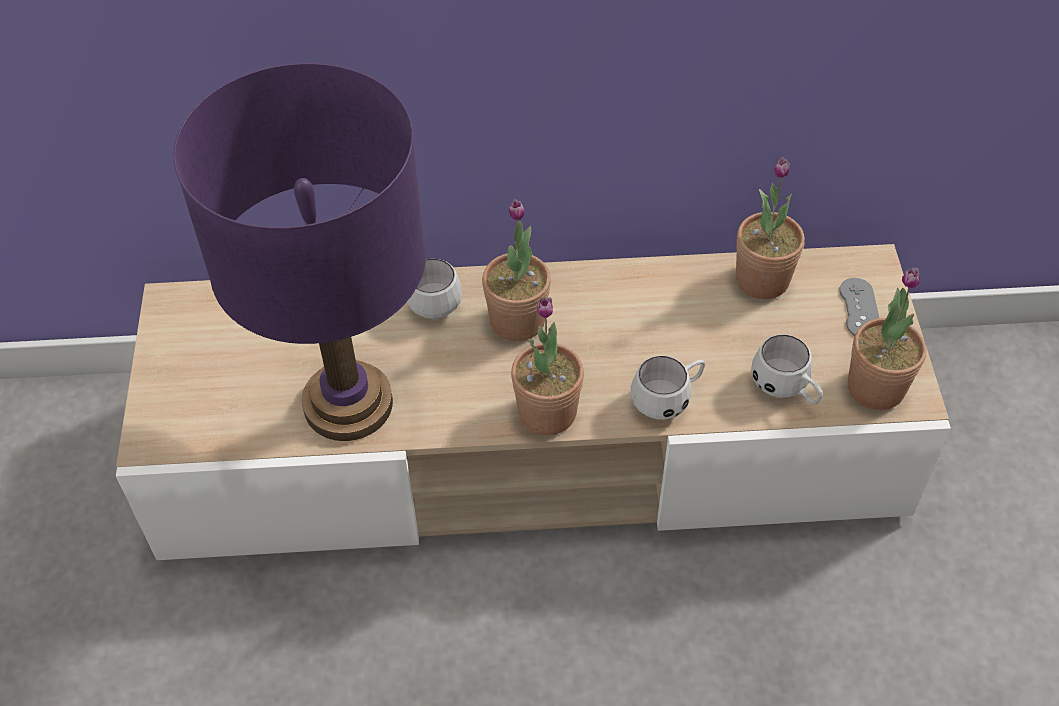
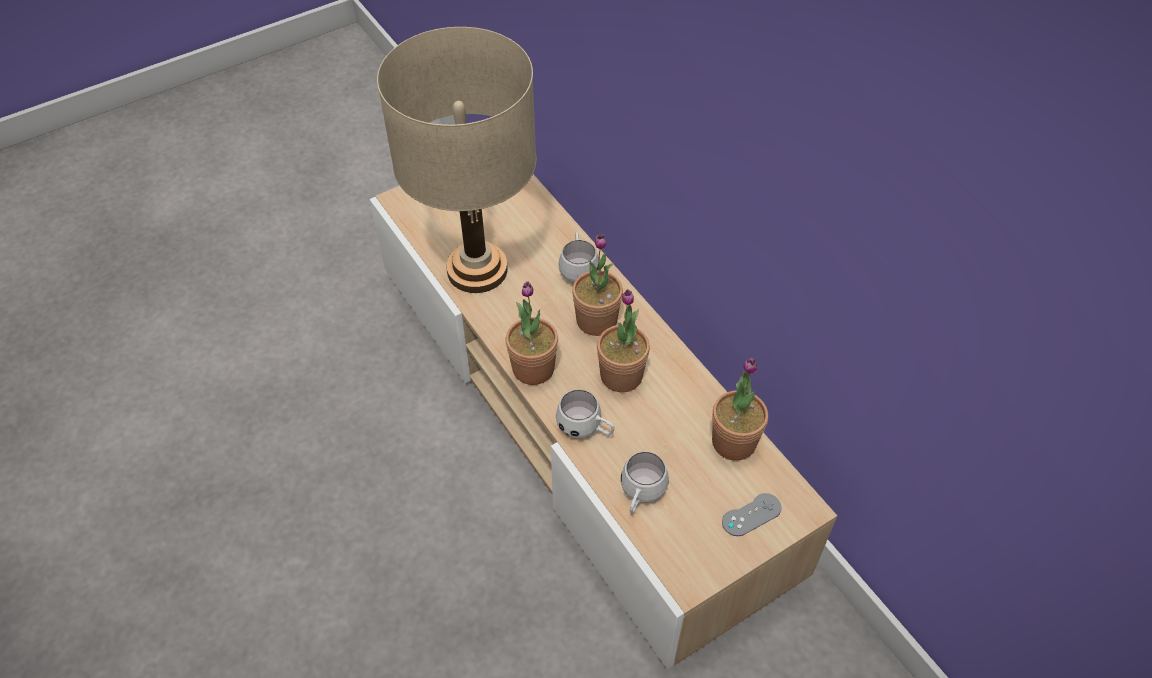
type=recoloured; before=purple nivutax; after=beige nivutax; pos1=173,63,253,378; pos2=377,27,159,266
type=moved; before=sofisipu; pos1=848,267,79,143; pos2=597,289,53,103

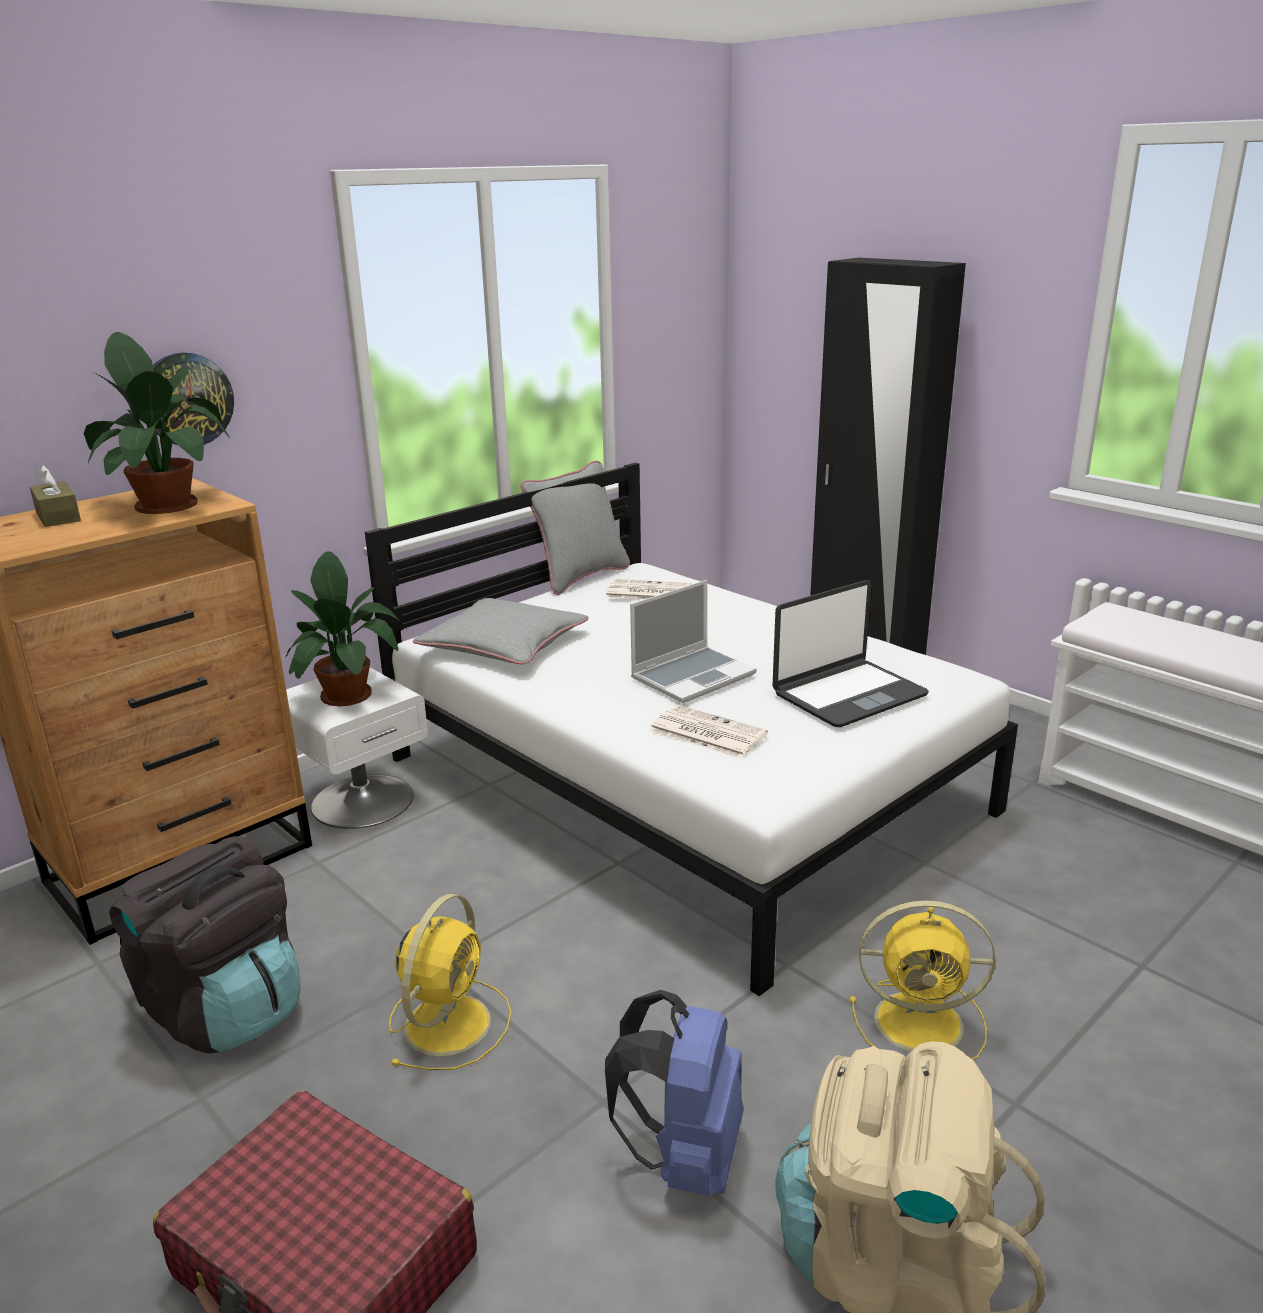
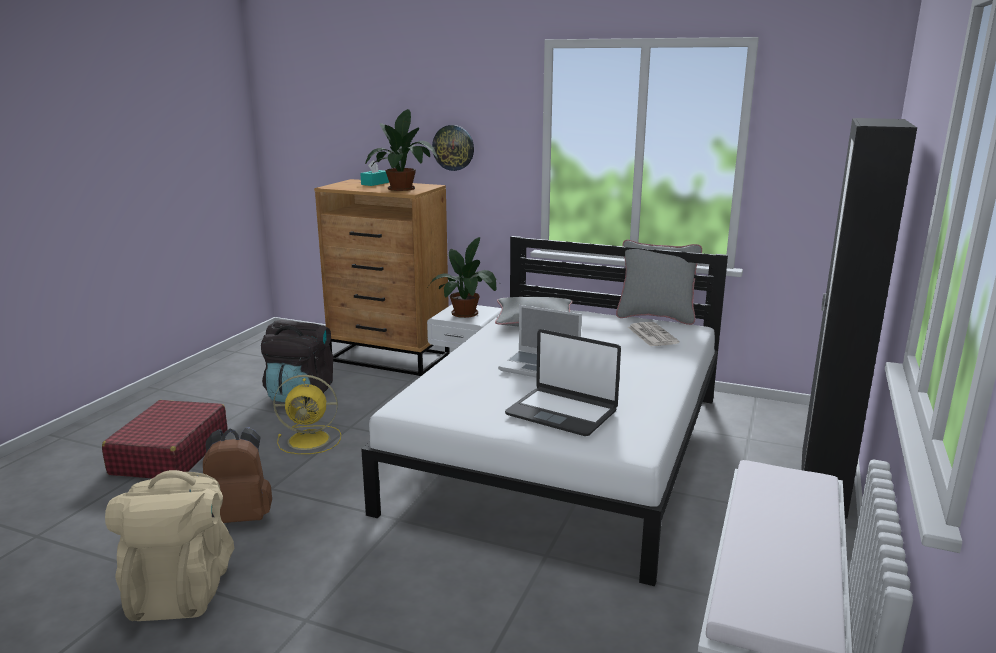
type=recoloured; before=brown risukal; after=turquoise risukal; pos1=30,465,51,62; pos2=360,160,29,26
type=removed; before=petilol; pos1=649,705,119,54
type=removed; before=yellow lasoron; pos1=850,900,146,160
type=recoloured; before=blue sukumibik; after=brown sukumibik; pos1=605,990,139,206; pos2=203,428,69,95

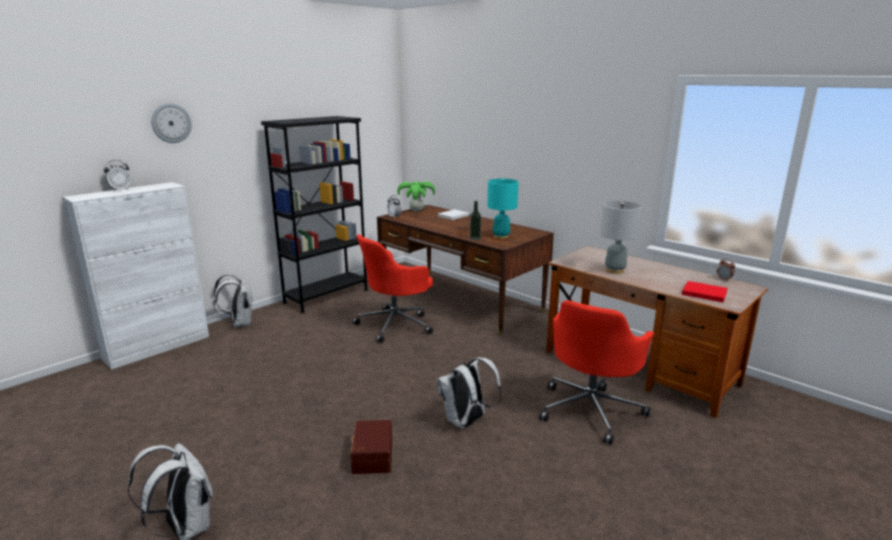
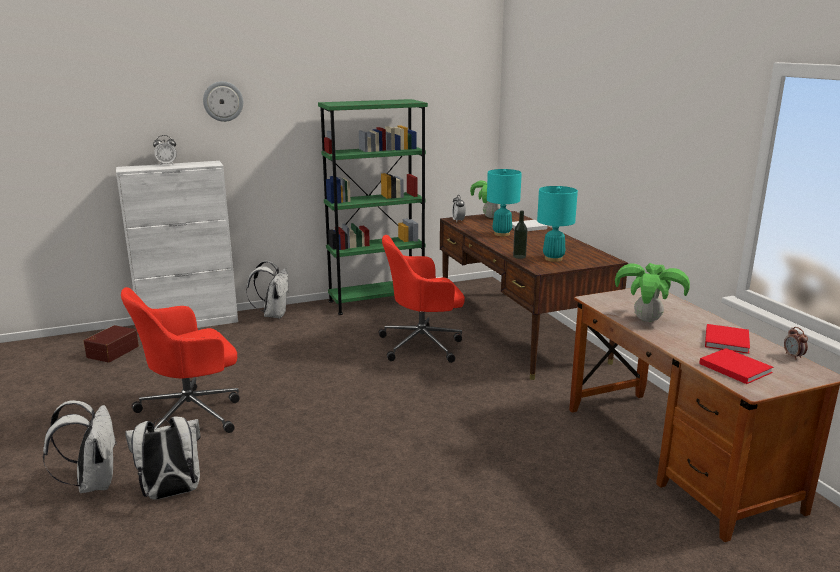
type=recoloured; before=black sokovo; after=green sokovo; pos1=261,116,107,197; pos2=318,99,110,216
type=replaced; before=grey nivutax; after=sofisipu; pos1=601,201,41,73; pos2=615,263,75,59
type=moved; before=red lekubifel; pos1=539,300,115,145; pos2=121,287,119,146
type=moved; before=white sukumibik; pos1=437,357,65,72; pos2=125,416,76,84
type=moved; before=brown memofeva; pos1=350,420,42,54; pos2=84,325,55,38
type=added; after=turquoise nivutax; pos2=487,169,35,67
type=added; after=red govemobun; pos2=705,324,45,30

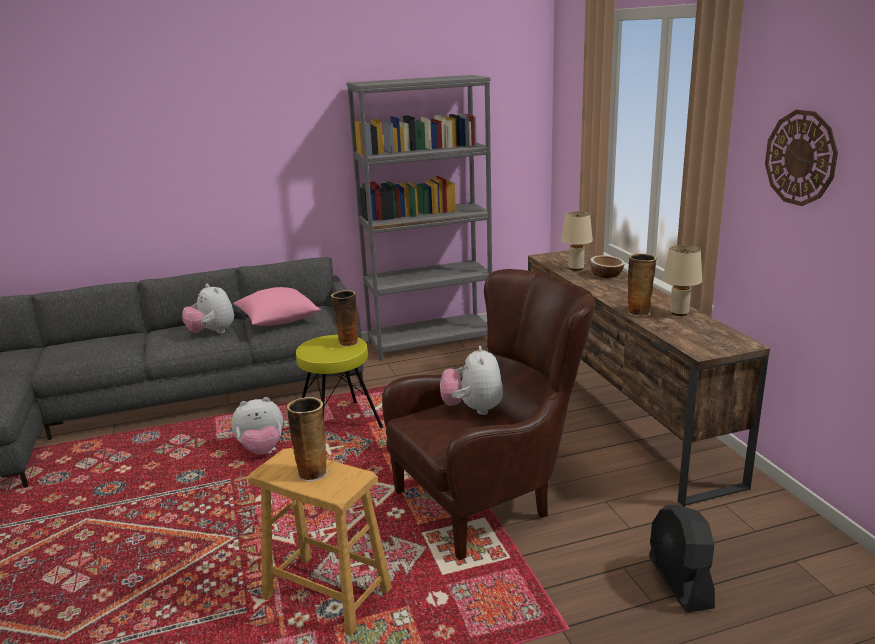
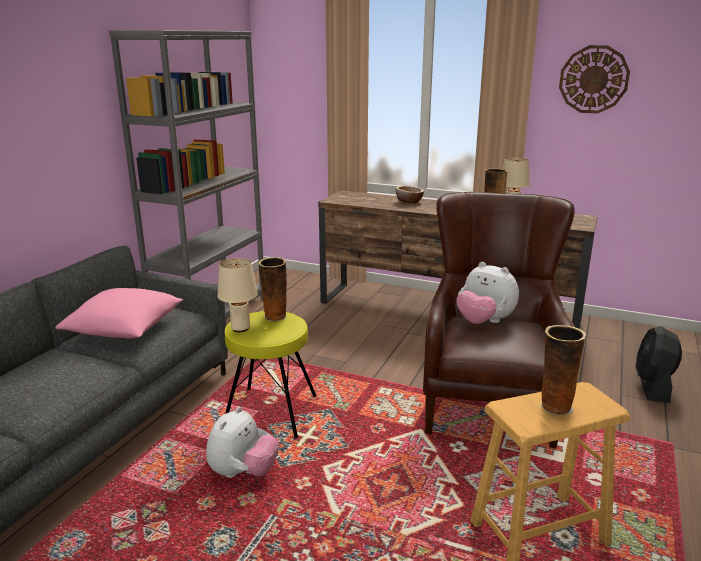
type=moved; before=beige nivutax; pos1=561,211,32,60; pos2=217,258,41,74
type=removed; before=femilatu; pos1=182,284,52,50
type=turned; before=black lasoron; pos1=649,505,66,108; pos2=636,326,46,77; turn=75

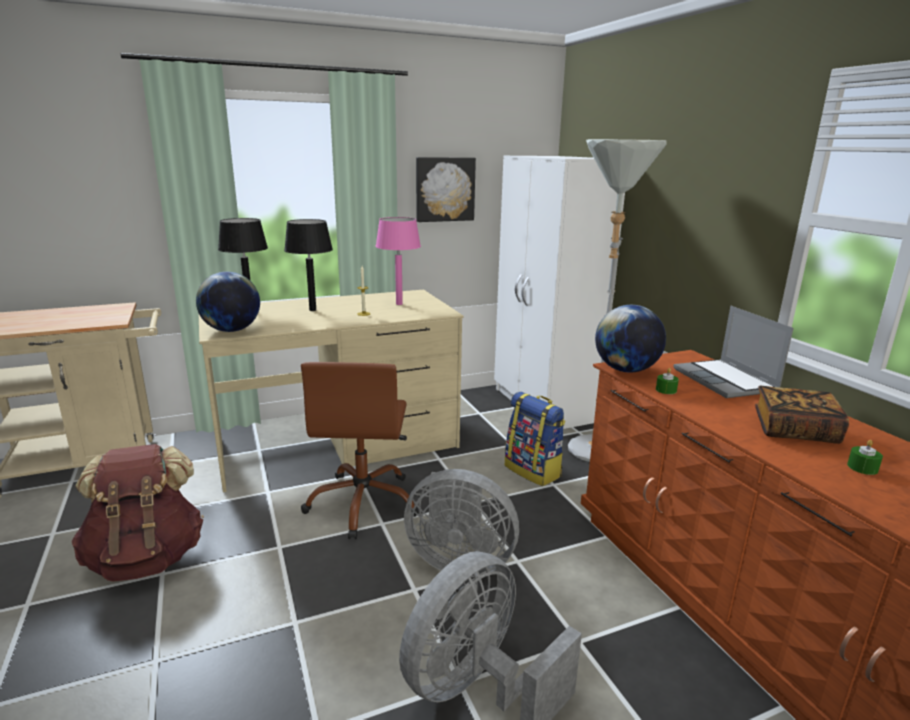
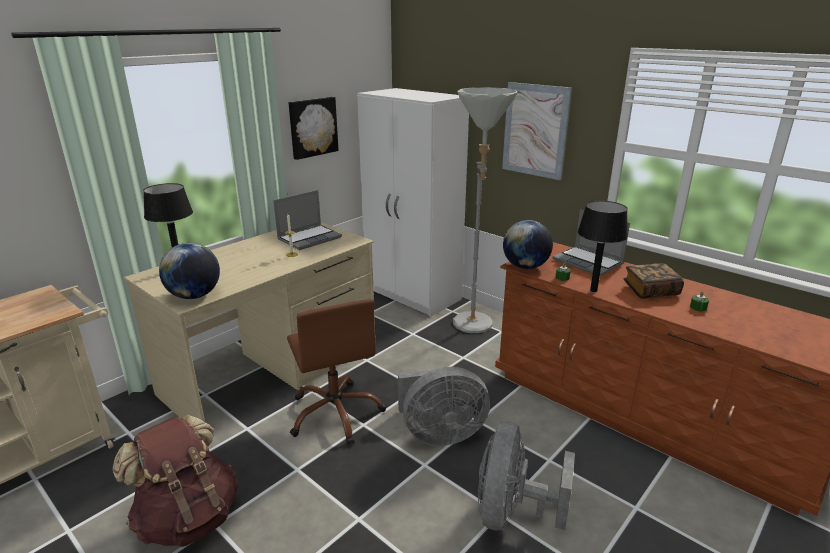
type=replaced; before=pink nivutax; after=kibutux; pos1=376,217,45,88; pos2=273,190,69,60
type=moved; before=black nivutax; pos1=284,219,49,92; pos2=578,201,50,91
type=removed; before=sukumibik; pos1=505,392,60,94
type=added; after=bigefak; pos2=502,82,70,98

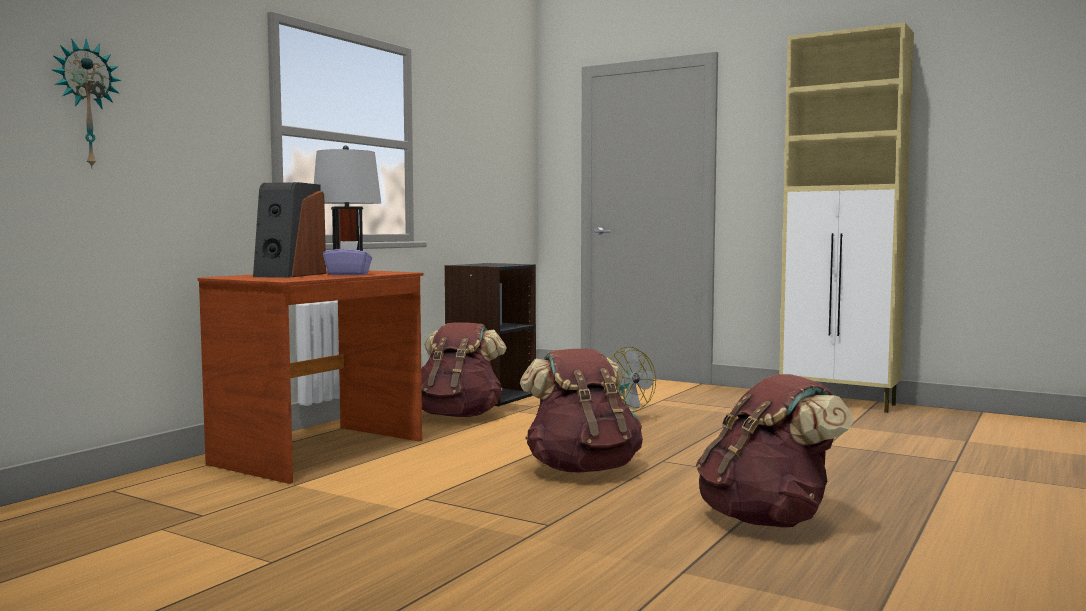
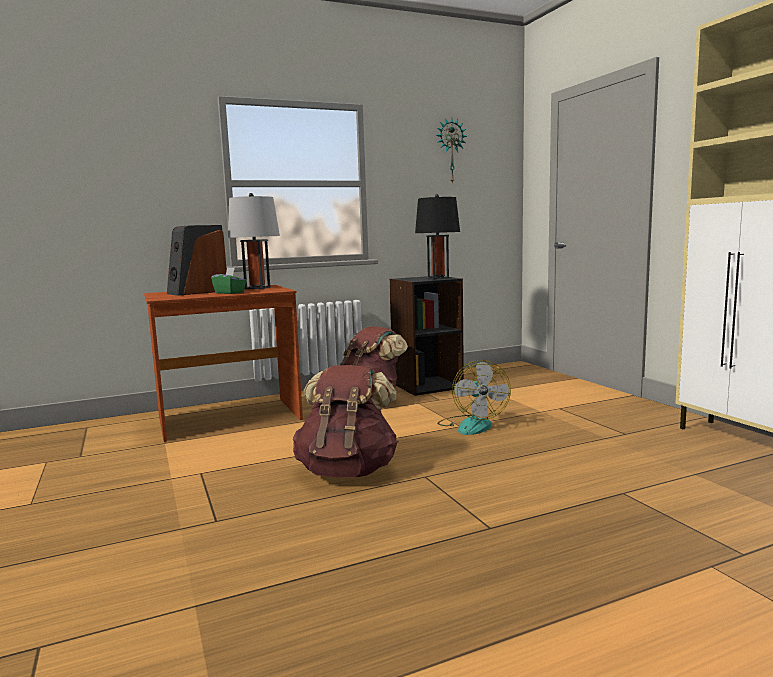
type=moved; before=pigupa; pos1=52,39,69,130; pos2=437,117,30,67
type=recoloured; before=purple risukal; after=green risukal; pos1=323,241,49,34; pos2=211,268,36,26
type=removed; before=brown sukumibik; pos1=696,374,158,153
type=added; after=black nivutax; pos2=415,194,45,85

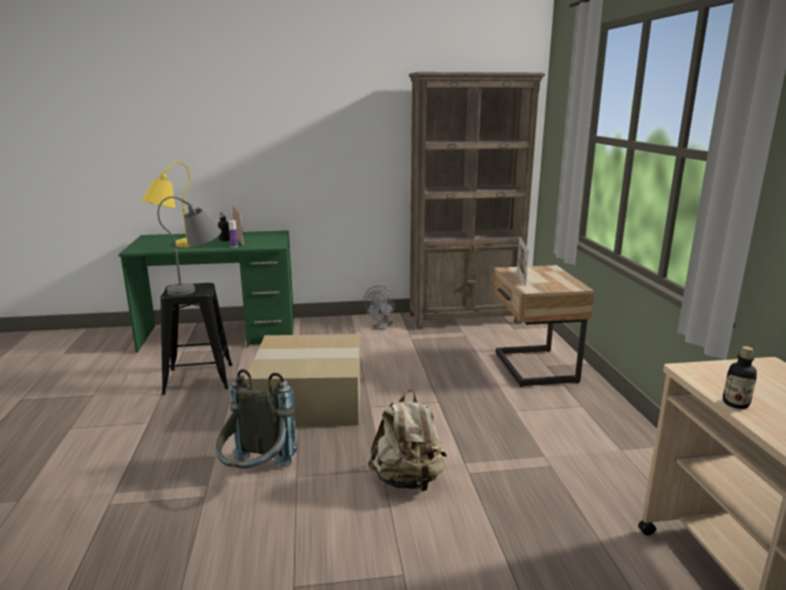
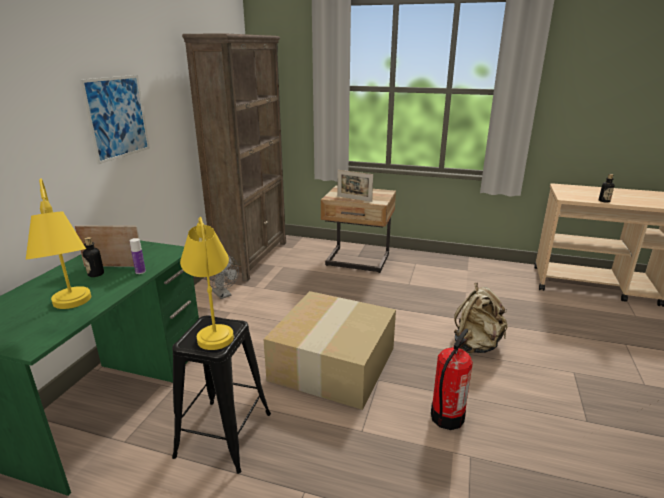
type=recoloured; before=grey nivutax; after=yellow nivutax; pos1=157,196,64,100; pos2=180,217,54,133
type=replaced; before=grey sukumibik; after=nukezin; pos1=216,369,81,100; pos2=431,328,42,102
type=added; after=bigefak; pos2=80,75,70,89

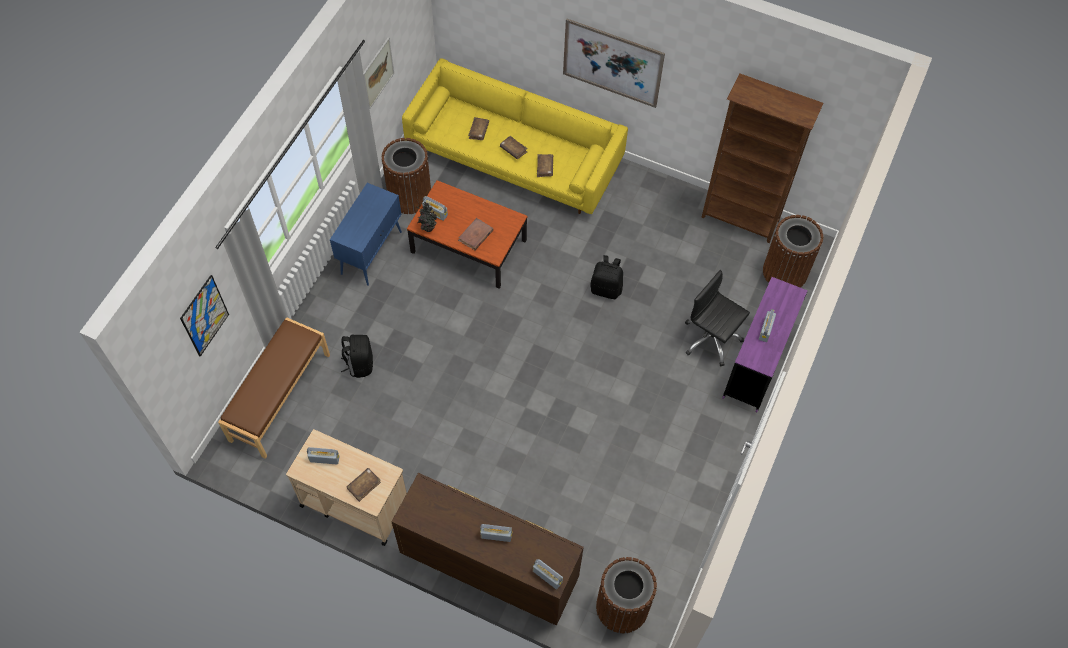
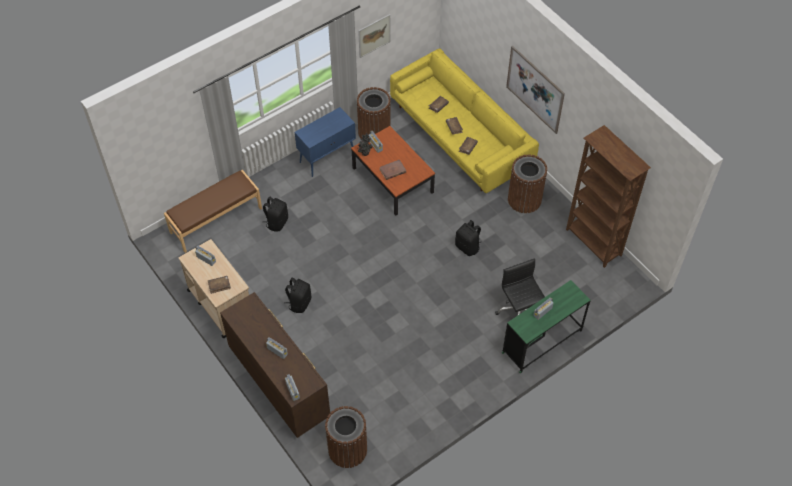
type=moved; before=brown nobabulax; pos1=763,215,60,73; pos2=508,154,39,59
type=removed; before=bigefak; pos1=180,275,49,82
type=recoloured; before=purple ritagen; after=green ritagen; pos1=723,277,85,135; pos2=502,280,88,93
type=added; after=black sukumibik; pos2=284,278,27,35

